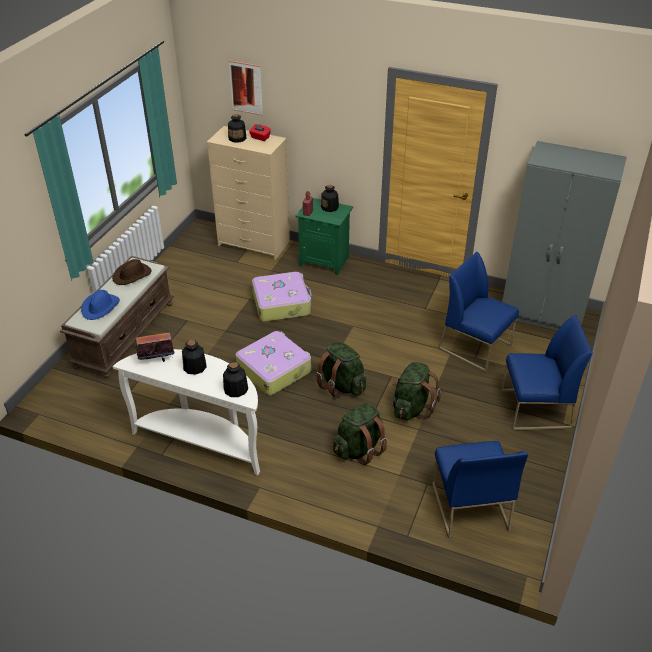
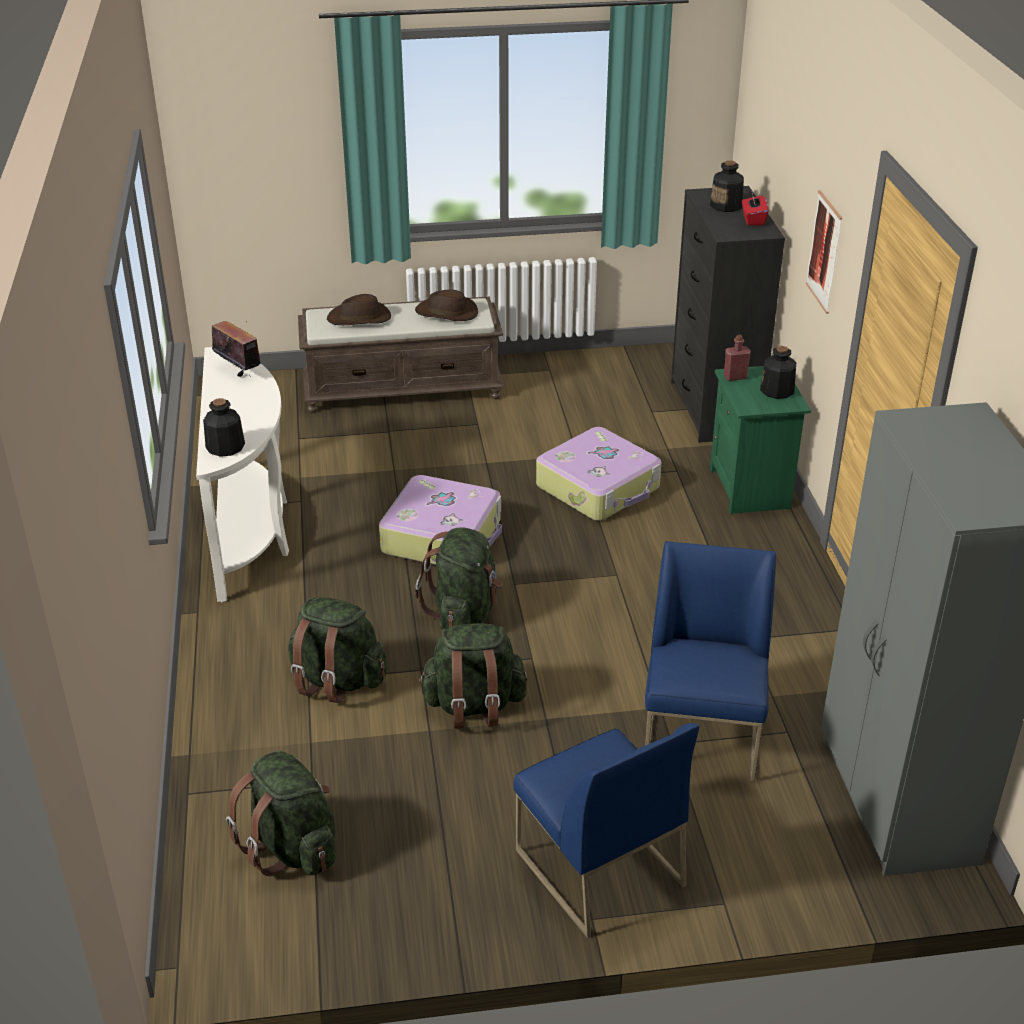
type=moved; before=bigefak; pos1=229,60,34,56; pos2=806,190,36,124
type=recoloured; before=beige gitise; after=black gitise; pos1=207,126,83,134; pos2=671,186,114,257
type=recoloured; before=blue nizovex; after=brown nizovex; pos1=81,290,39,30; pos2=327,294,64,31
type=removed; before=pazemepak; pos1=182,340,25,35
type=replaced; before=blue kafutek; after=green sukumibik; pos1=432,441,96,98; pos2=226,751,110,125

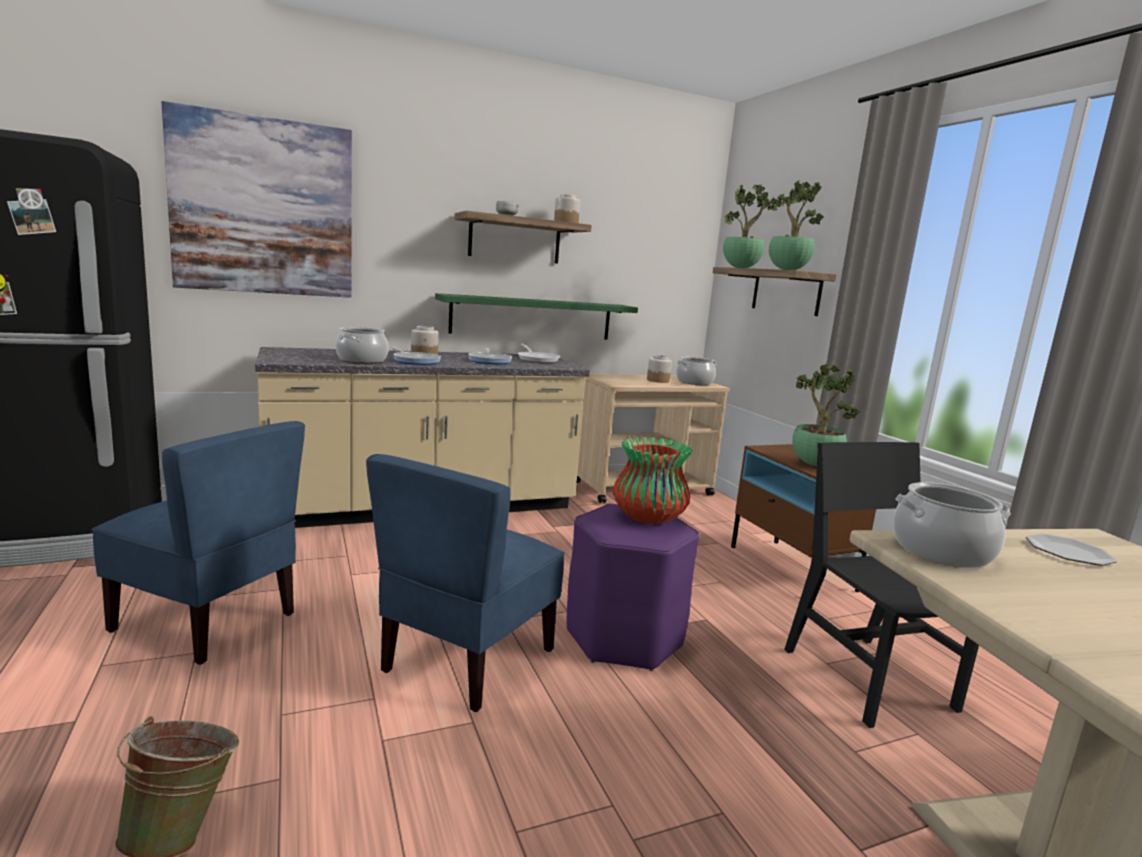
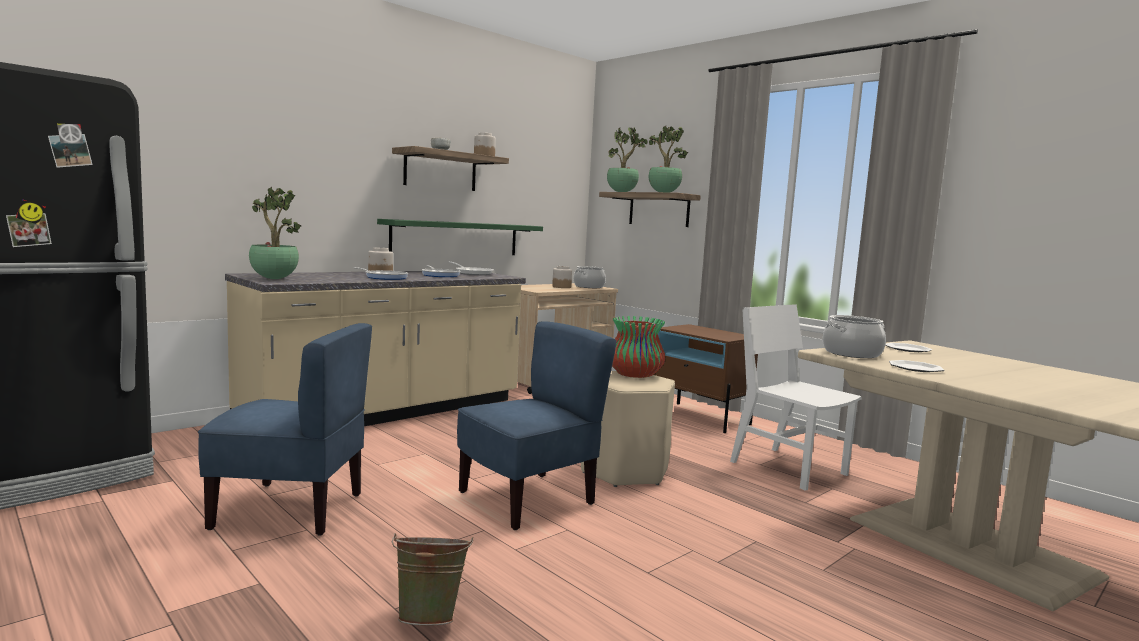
type=removed; before=bigefak; pos1=161,101,191,197
type=removed; before=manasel; pos1=336,327,53,36
type=moved; before=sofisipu; pos1=792,364,68,102; pos2=249,187,52,92
type=recoloured; before=black kafutek; after=white kafutek; pos1=784,442,195,286; pos2=730,304,132,187
type=turned; before=blue kafutek; pos1=366,454,199,258; pos2=457,321,160,209; turn=-135
type=recoloured; before=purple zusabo; after=beige zusabo; pos1=567,504,132,167; pos2=581,371,94,116
type=added; after=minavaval; pos2=889,360,55,12

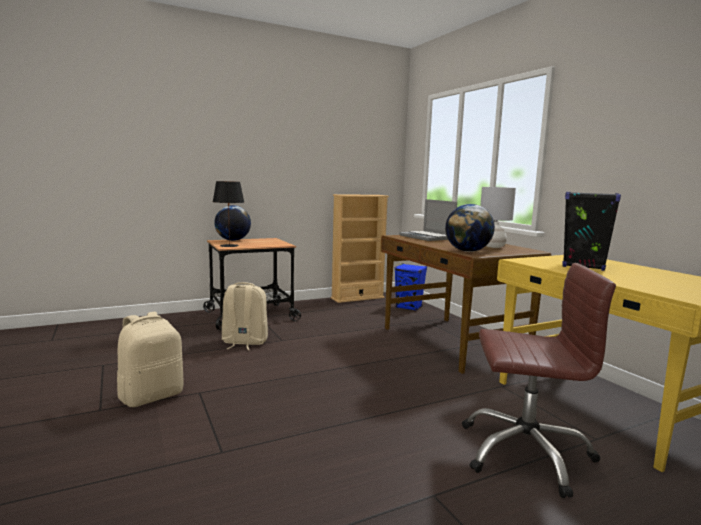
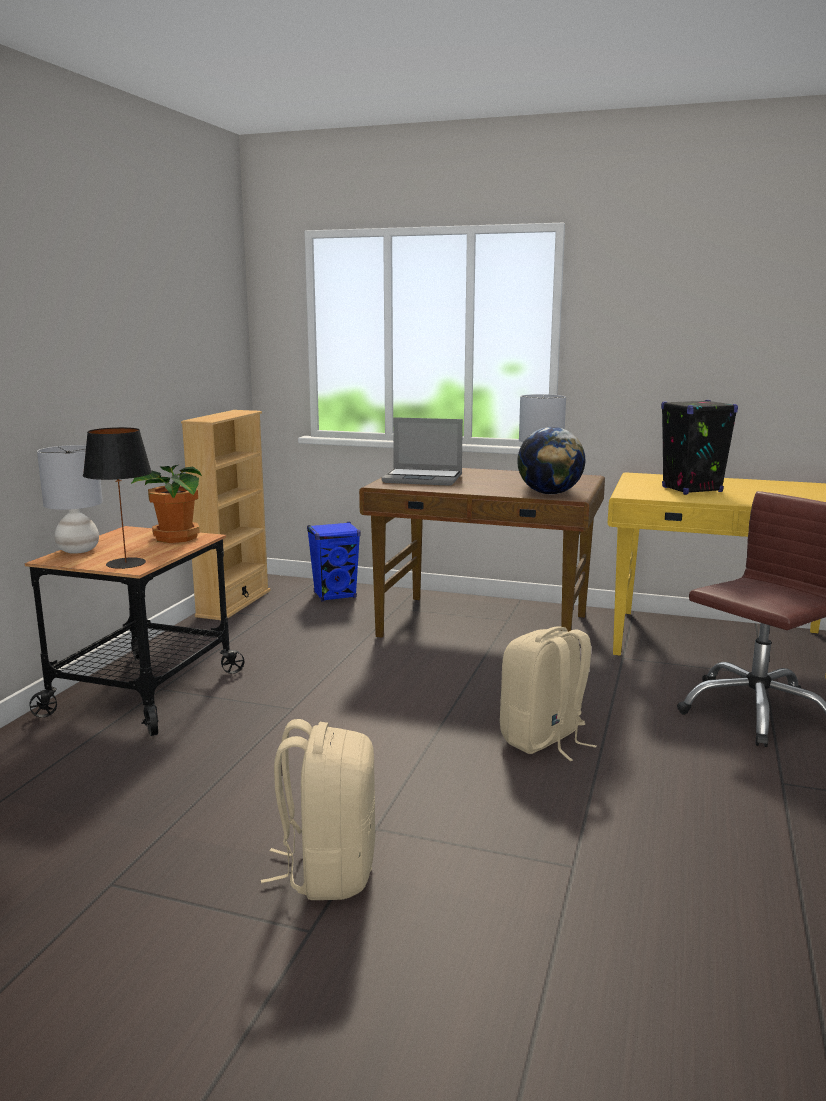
type=replaced; before=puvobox; after=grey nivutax; pos1=214,205,37,36; pos2=37,445,66,109
type=moved; before=beige sukumibik; pos1=222,282,46,68; pos2=500,626,97,135
type=added; after=sofisipu; pos2=131,464,71,79

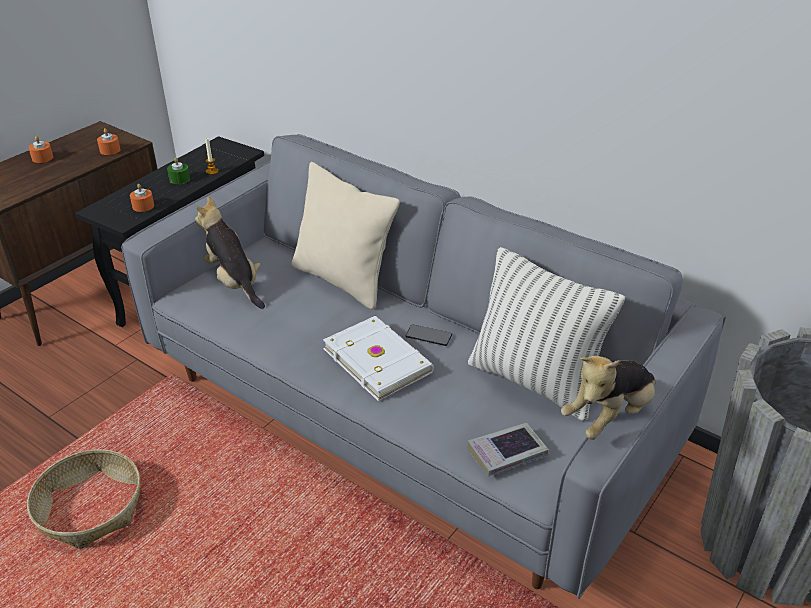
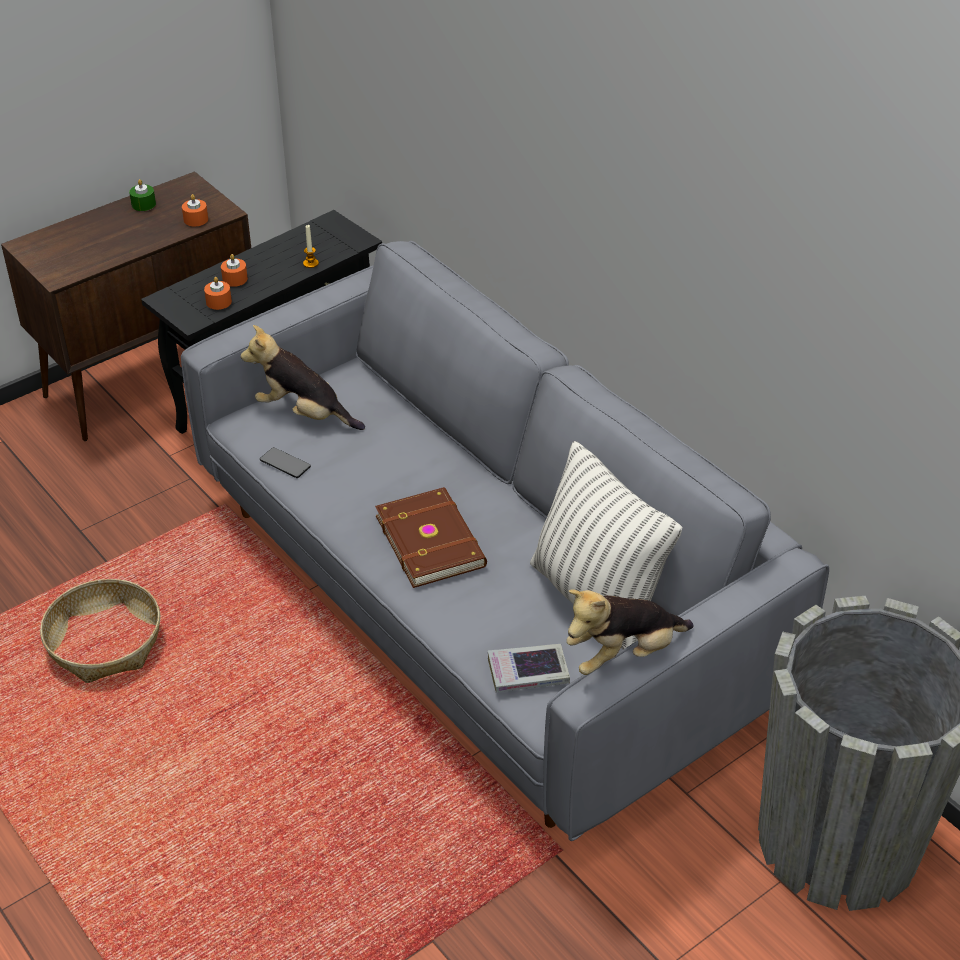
type=moved; before=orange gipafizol; pos1=28,136,25,27; pos2=221,254,27,33
type=moved; before=green gipafizol; pos1=167,158,23,26; pos2=129,179,27,32
type=removed; before=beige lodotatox; pos1=292,162,108,148
type=turned; before=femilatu; pos1=195,197,70,112; pos2=241,325,124,105; turn=-45
type=recoloured; before=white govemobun; after=brown govemobun; pos1=323,316,111,85; pos2=375,487,112,101
type=moved; before=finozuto; pos1=406,324,46,22; pos2=260,447,51,31

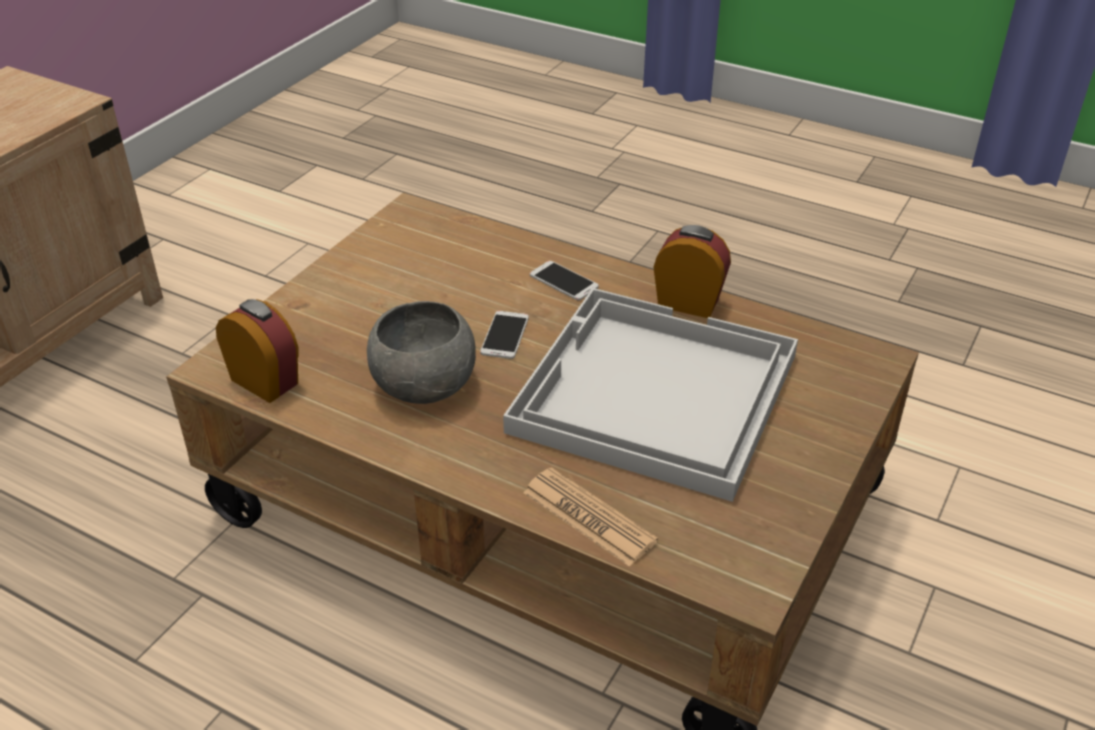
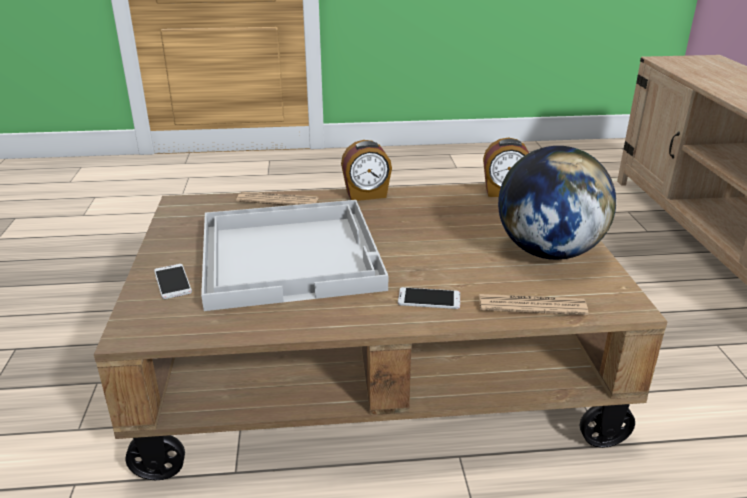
type=moved; before=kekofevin; pos1=653,225,78,93; pos2=341,140,51,61
type=removed; before=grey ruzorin; pos1=367,301,109,103
type=moved; before=finozuto; pos1=480,311,49,48; pos2=154,264,38,35
type=added; after=puvobox; pos2=498,146,118,114
type=added; after=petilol; pos2=479,294,110,21

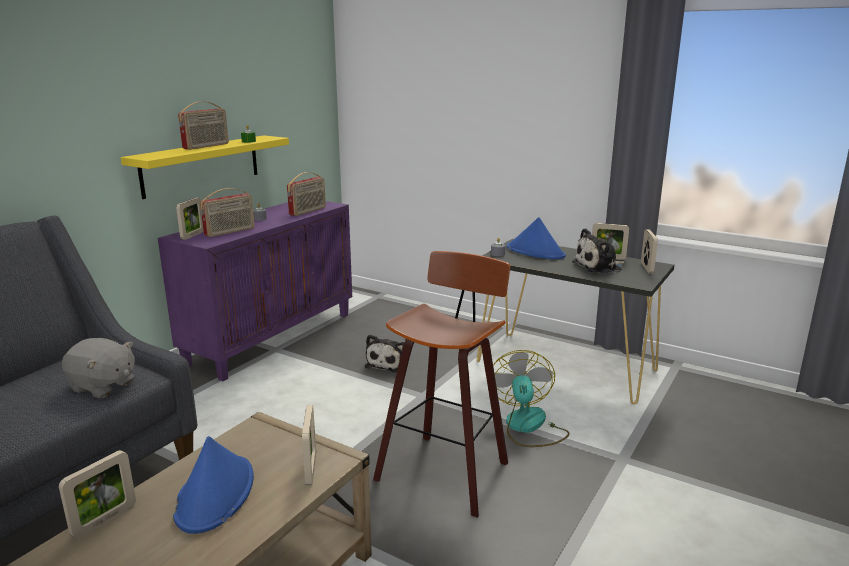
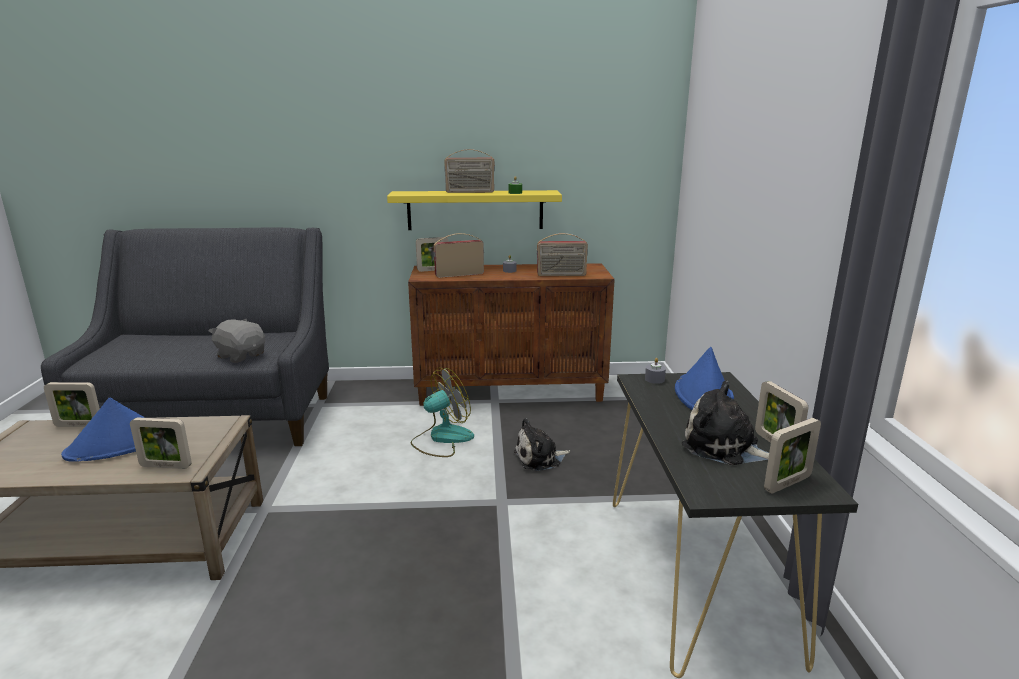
type=turned; before=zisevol; pos1=200,188,54,49; pos2=434,233,50,45; turn=150
type=recoloured; before=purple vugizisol; after=brown vugizisol; pos1=158,201,194,180; pos2=408,263,207,143
type=removed; before=zusabo; pos1=373,251,137,267
type=turned; before=grey femilatu; pos1=62,338,73,60; pos2=209,319,56,44; turn=135
type=moved; before=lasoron; pos1=493,350,76,97; pos2=411,368,63,89
type=turned; before=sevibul; pos1=302,405,14,81; pos2=130,418,62,51; turn=45

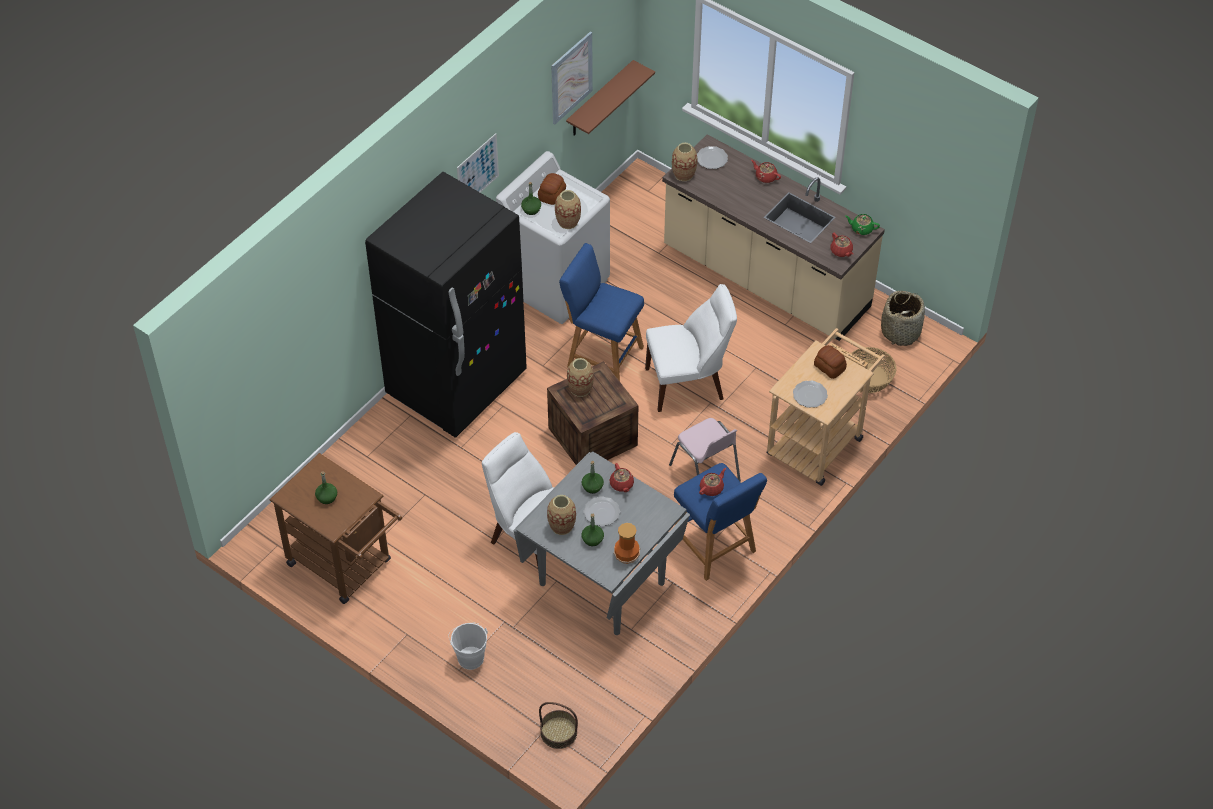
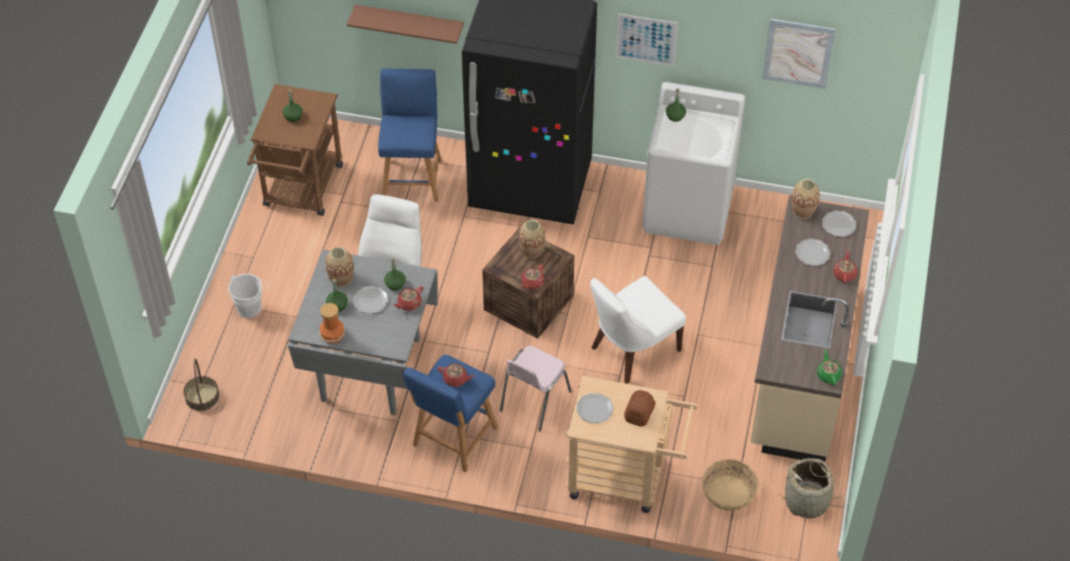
type=moved; before=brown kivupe; pos1=566,60,89,76; pos2=347,5,117,39
type=removed; before=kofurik; pos1=538,173,28,32
type=removed; before=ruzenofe; pos1=555,190,26,39
type=moved; before=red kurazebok; pos1=830,233,23,24; pos2=521,264,24,25
type=moved; before=blue zusabo; pos1=559,243,85,138; pos2=378,69,64,133
type=turned; before=white kafutek; pos1=645,284,92,128; pos2=590,276,96,108; turn=90
type=added; after=minavaval; pos2=795,239,35,27

